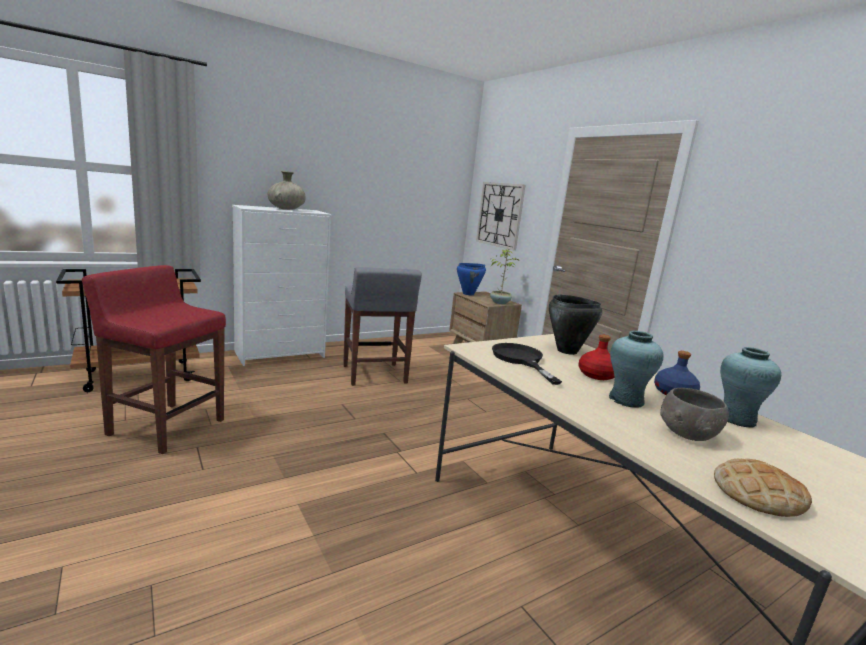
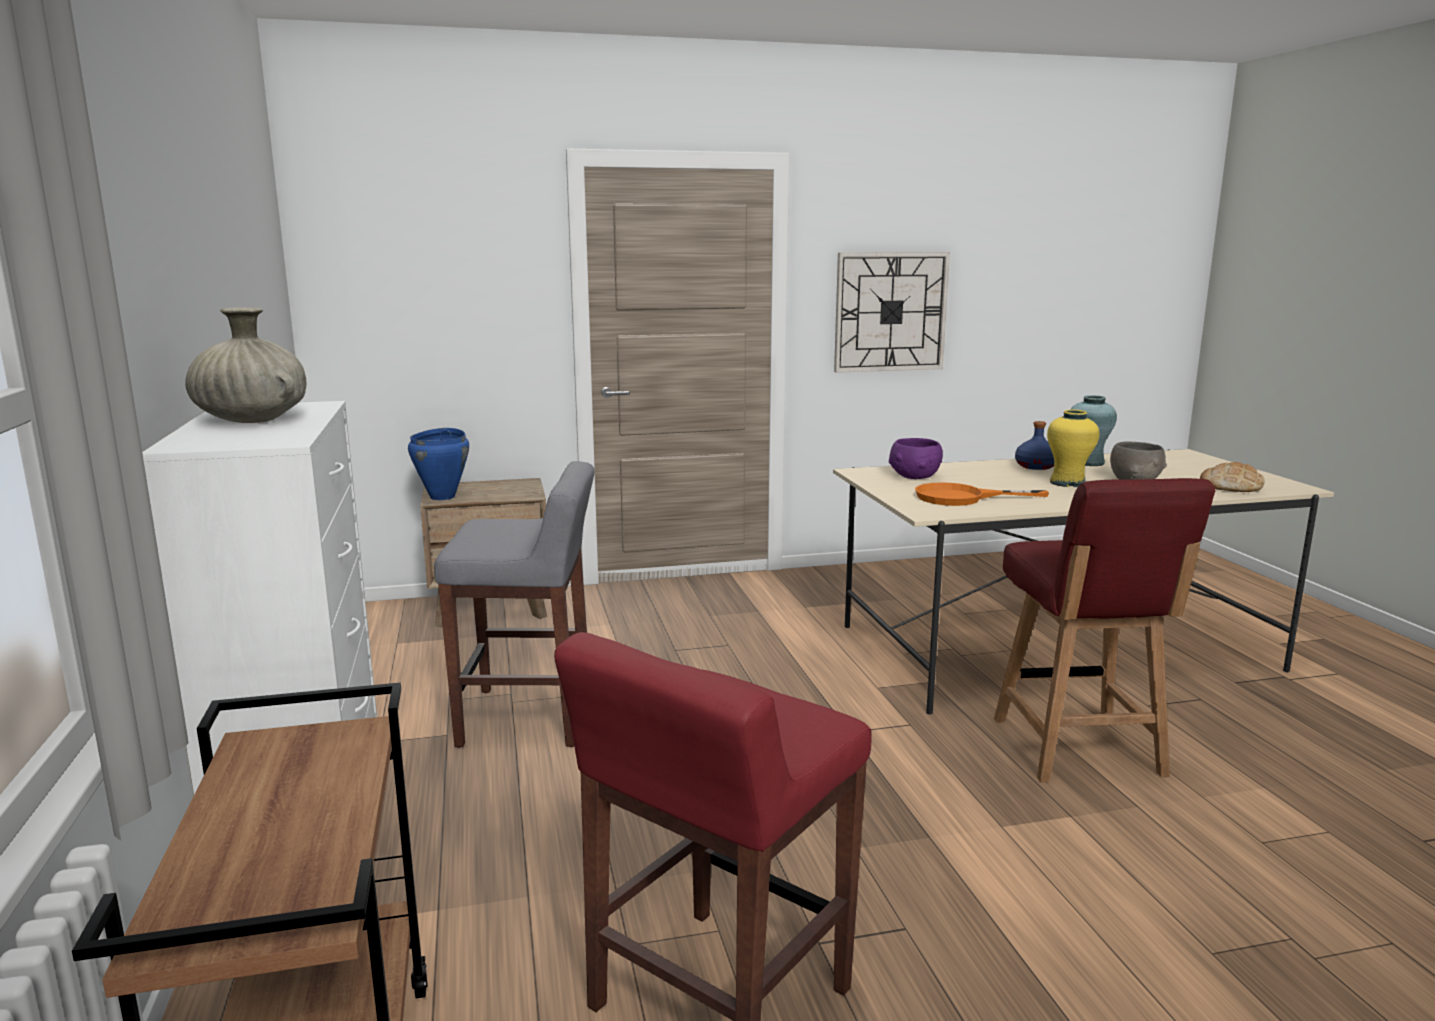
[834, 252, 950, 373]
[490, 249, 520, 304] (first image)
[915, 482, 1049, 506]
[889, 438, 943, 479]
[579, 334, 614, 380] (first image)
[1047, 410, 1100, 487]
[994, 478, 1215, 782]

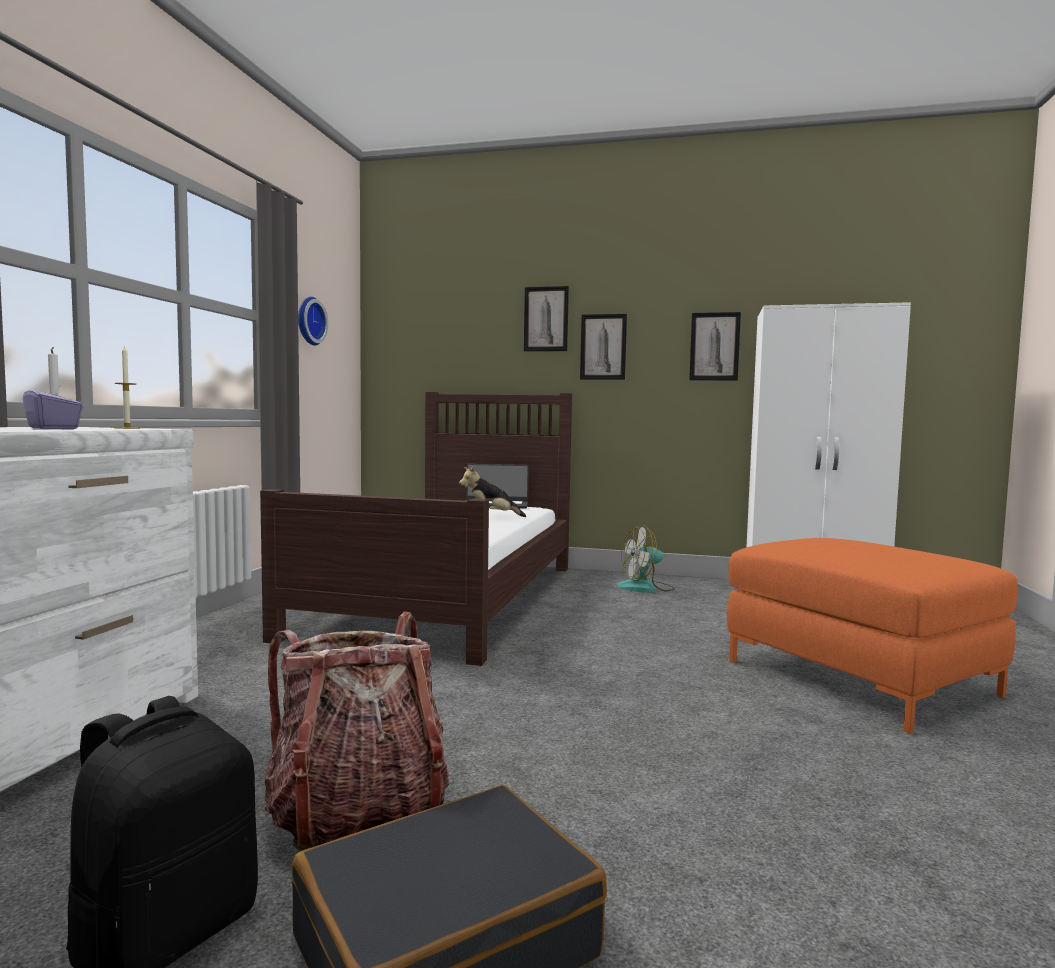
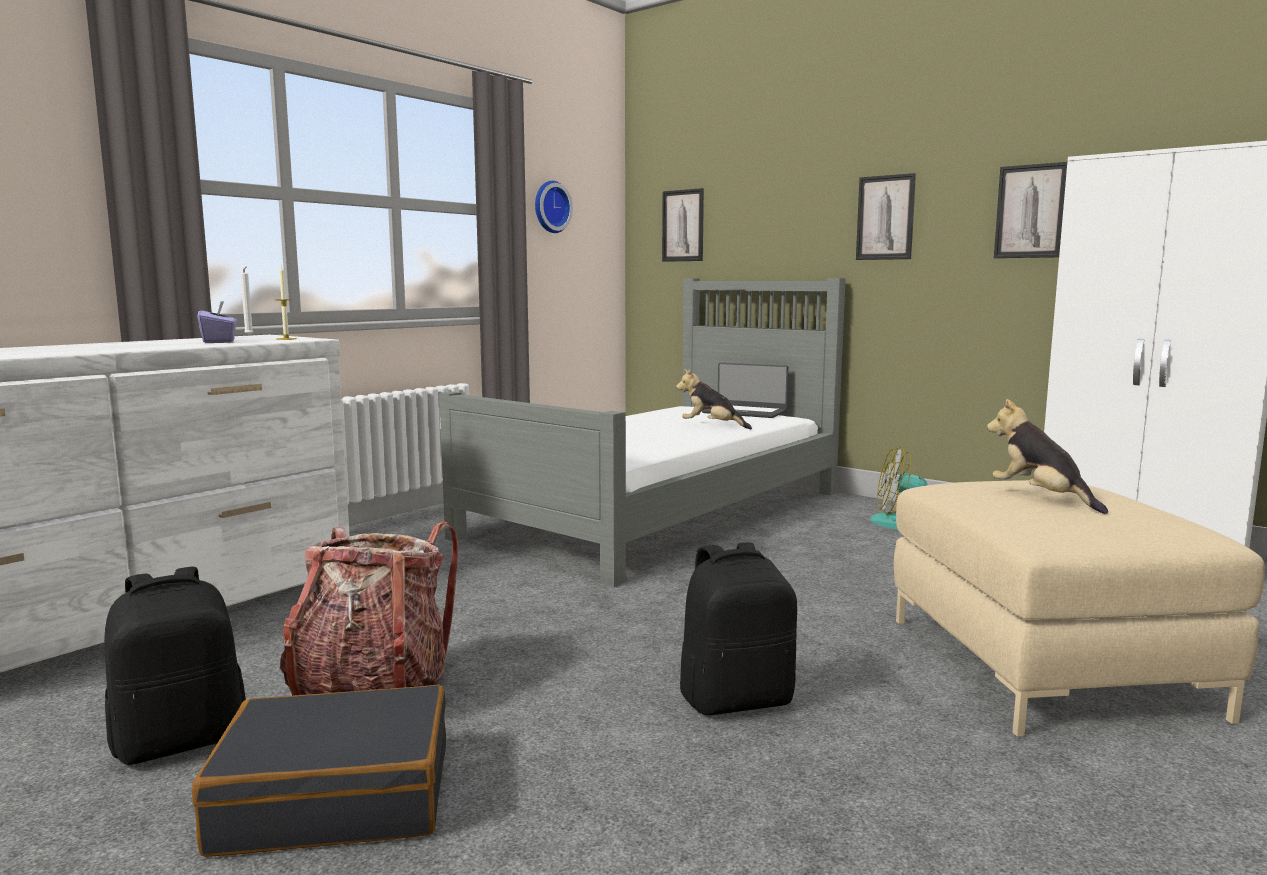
[439, 278, 846, 587]
[662, 188, 704, 262]
[894, 480, 1265, 737]
[680, 542, 797, 715]
[987, 399, 1108, 514]

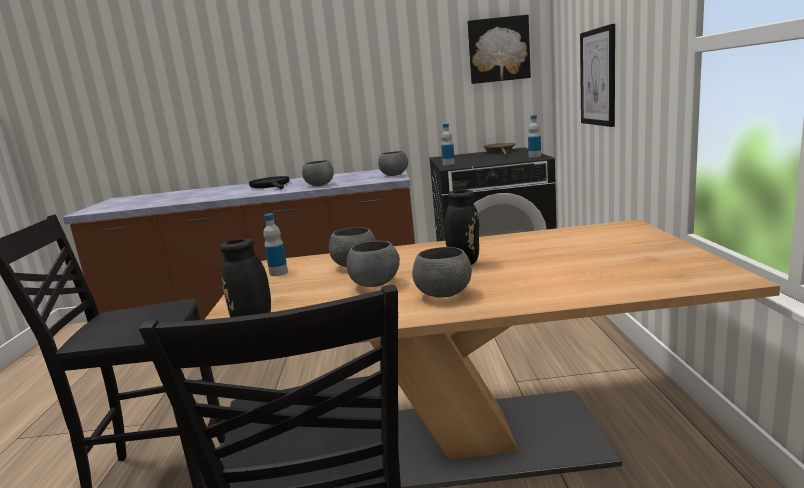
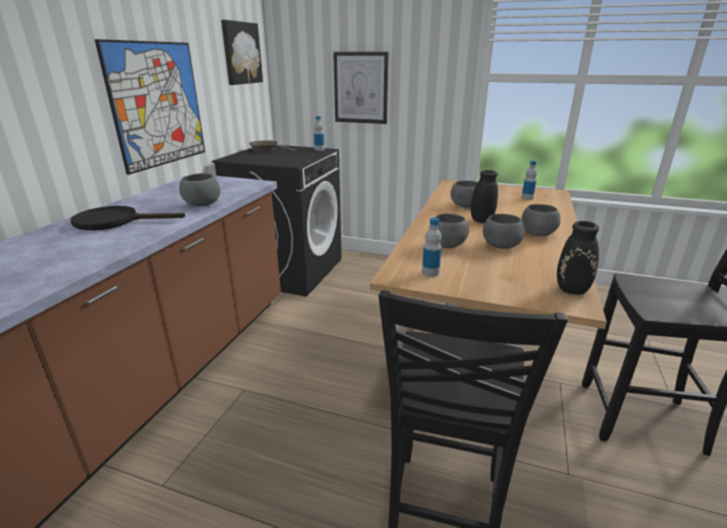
[451, 180, 478, 208]
[521, 160, 537, 200]
[95, 39, 205, 175]

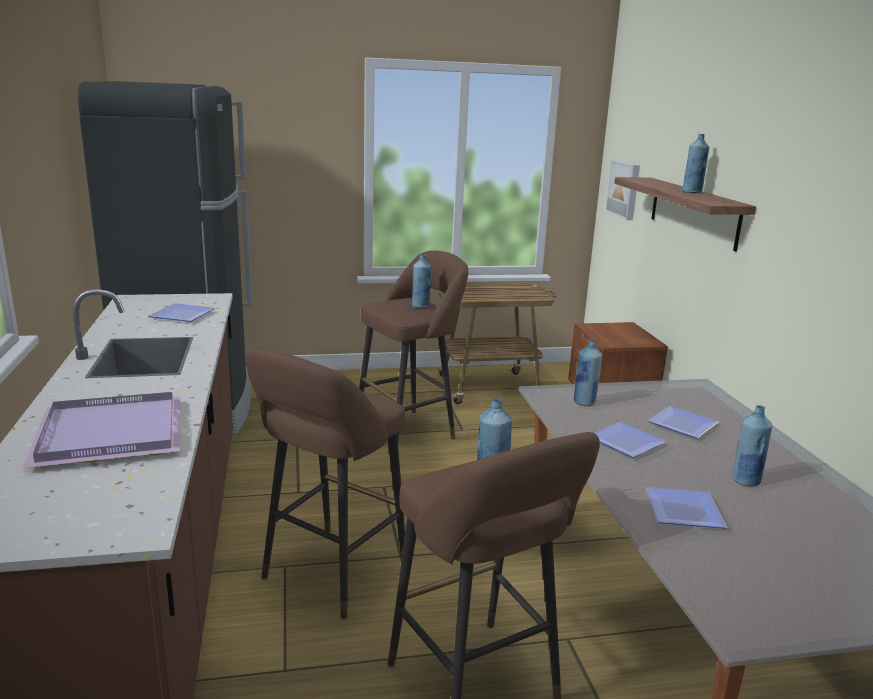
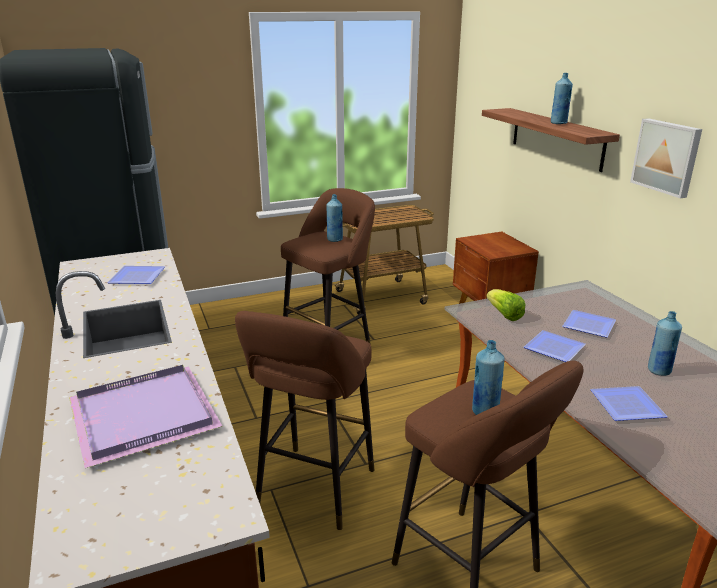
[486, 289, 525, 321]
[630, 118, 702, 198]

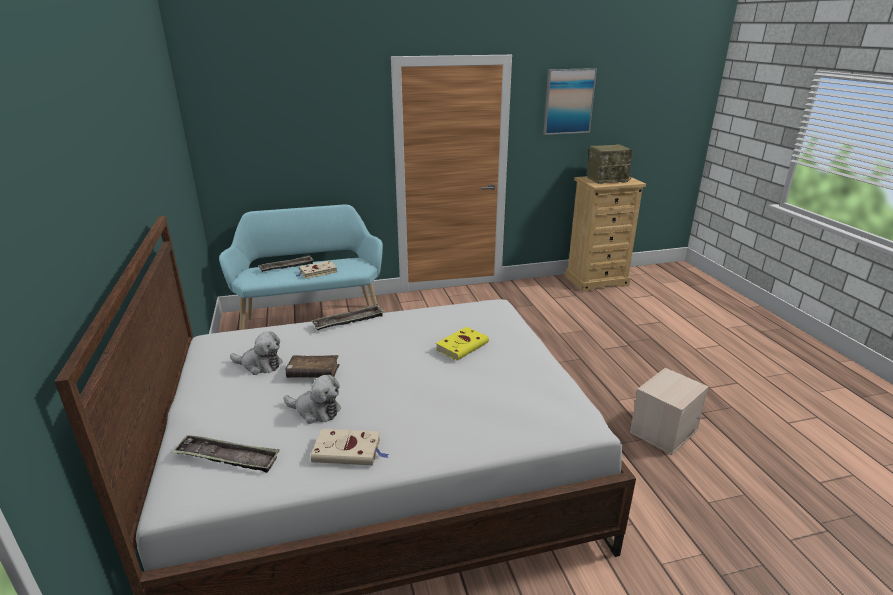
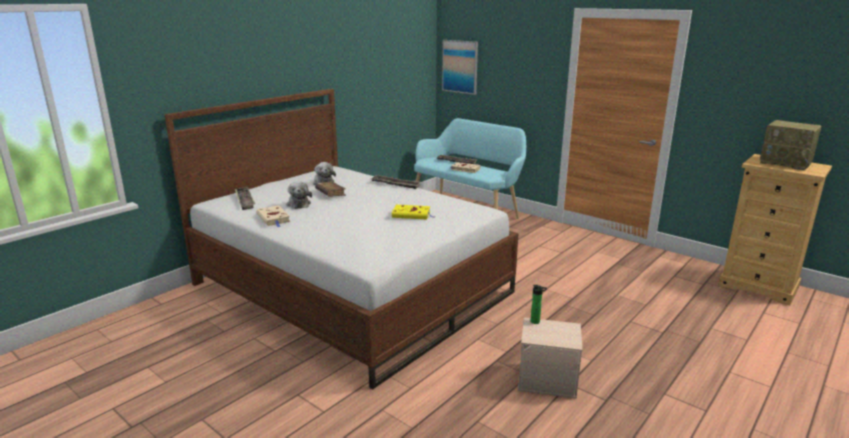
[442, 40, 478, 95]
[531, 285, 547, 324]

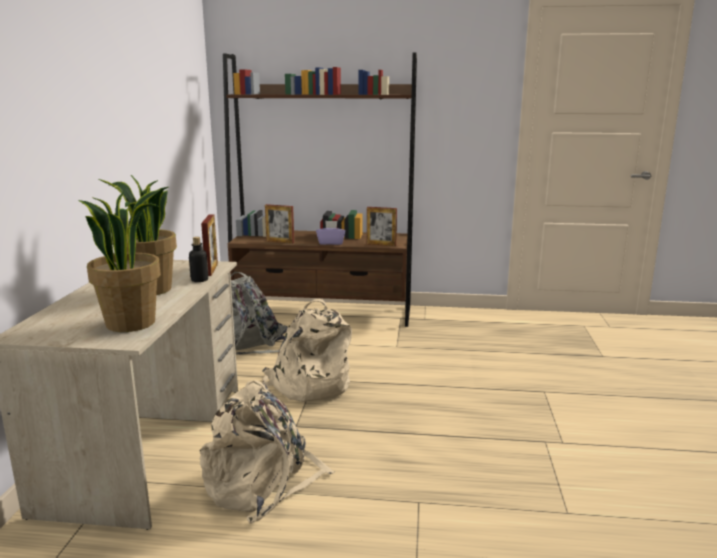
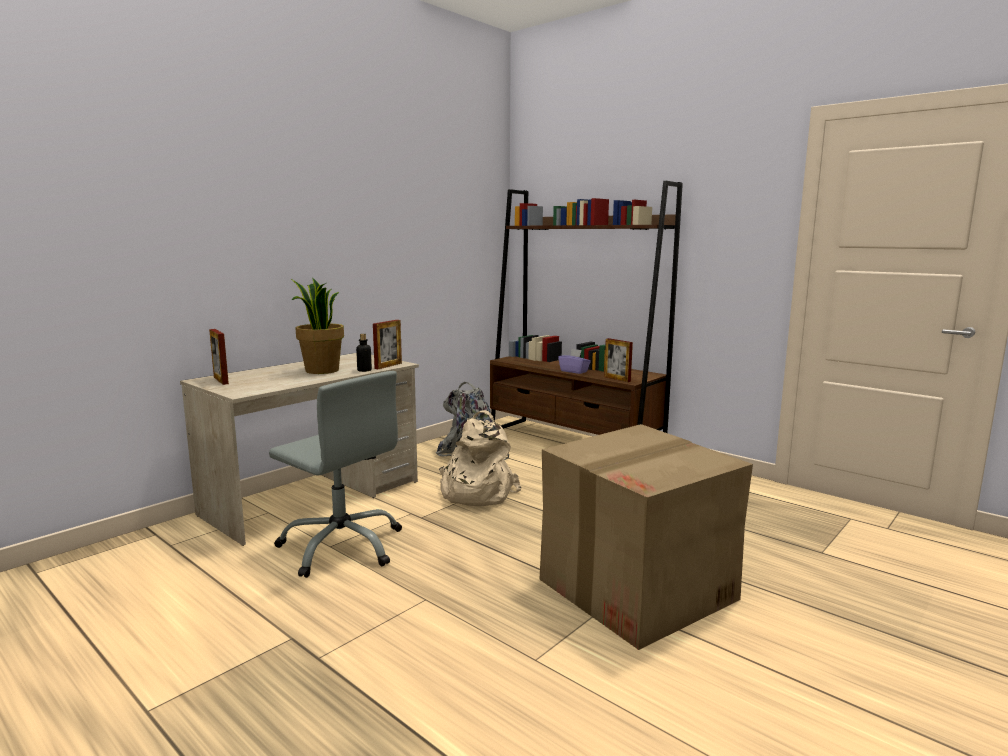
[78, 190, 161, 332] (first image)
[269, 371, 402, 578]
[209, 329, 229, 385]
[539, 424, 753, 650]

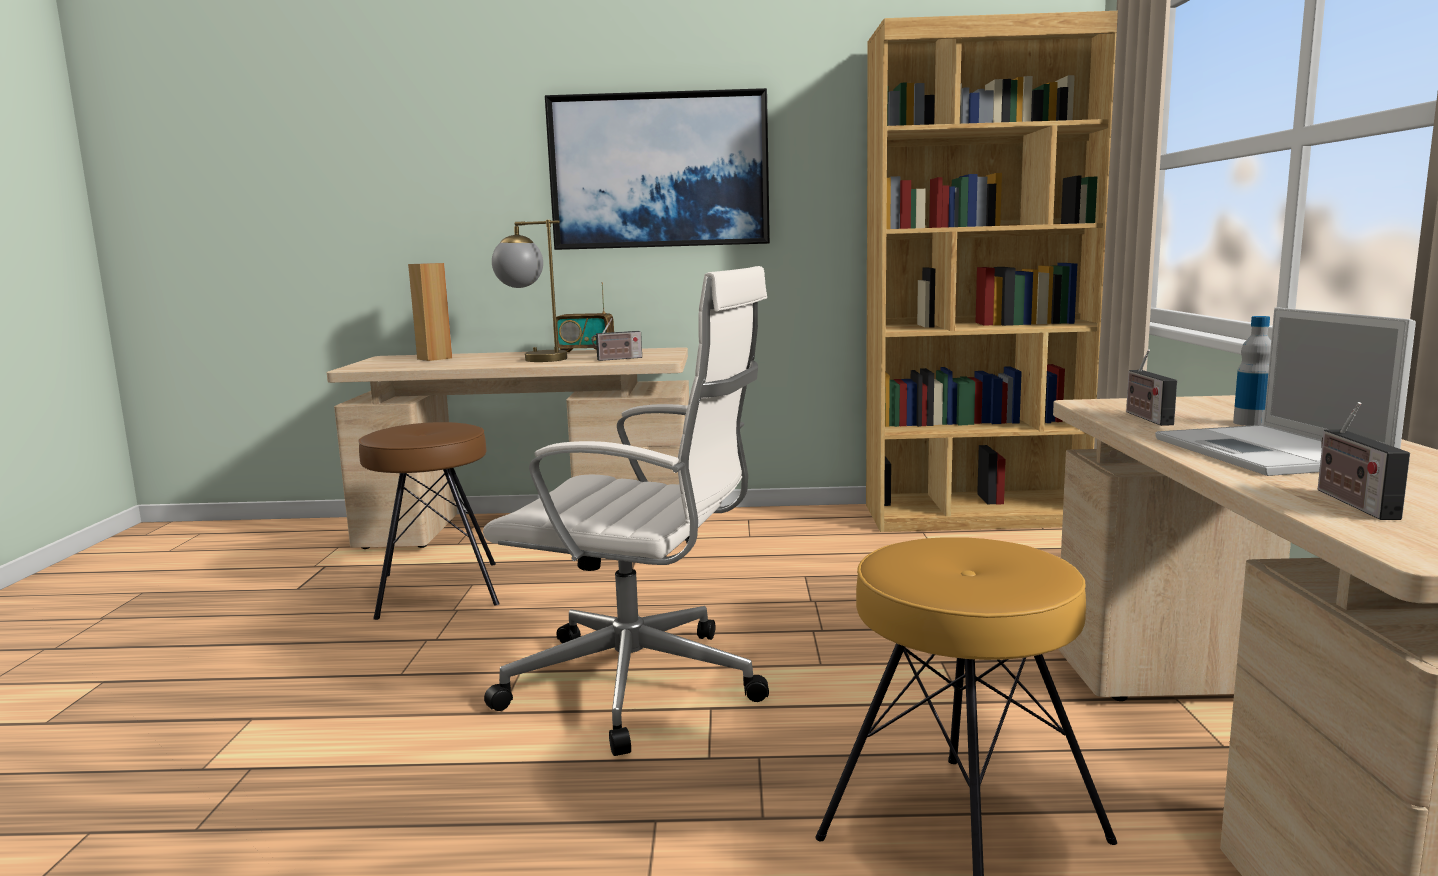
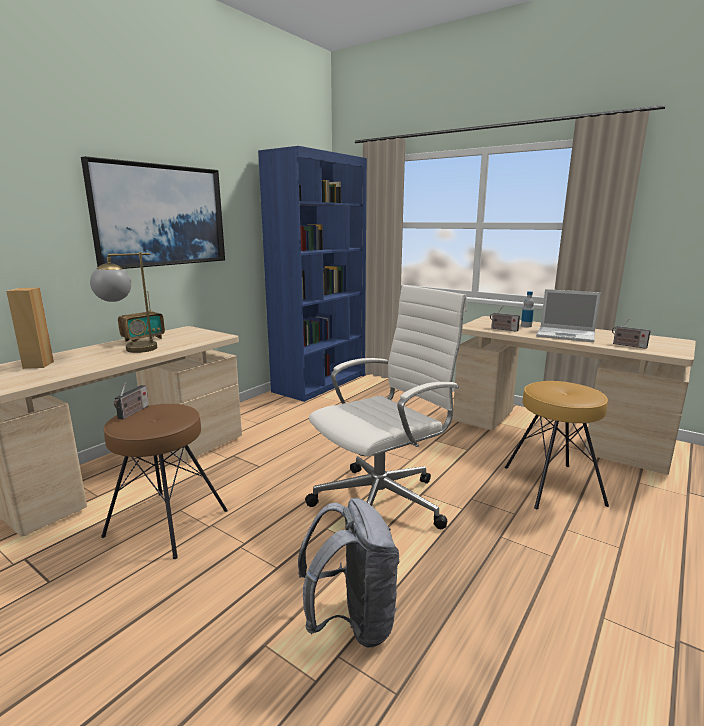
[114, 382, 149, 419]
[258, 146, 367, 402]
[298, 498, 400, 648]

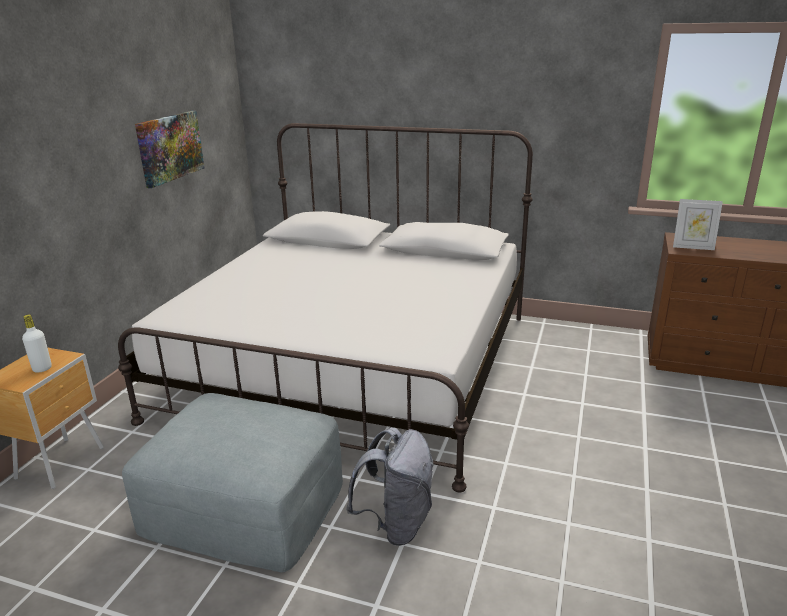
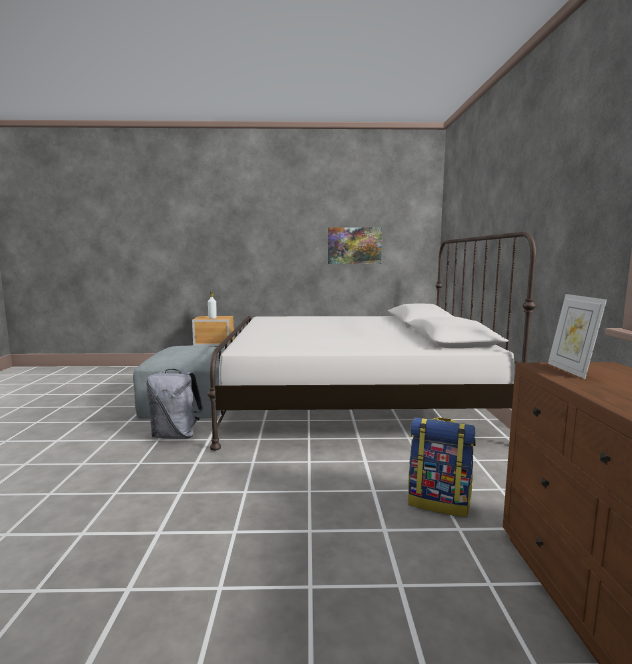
[408, 417, 476, 517]

